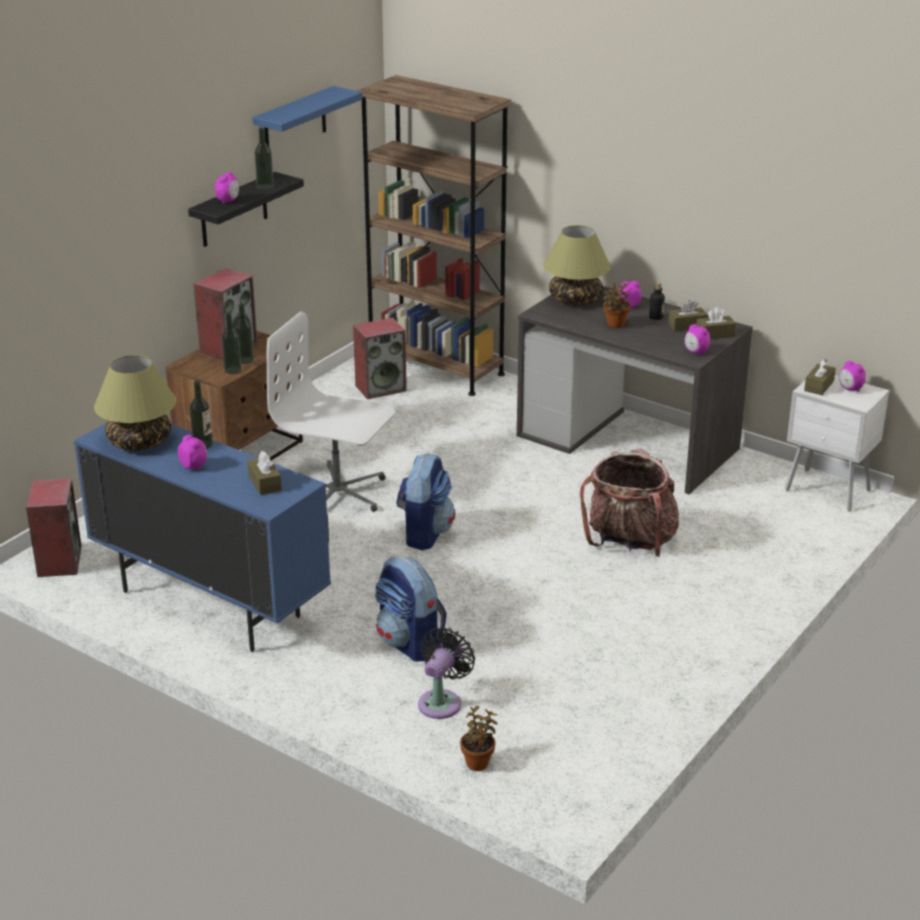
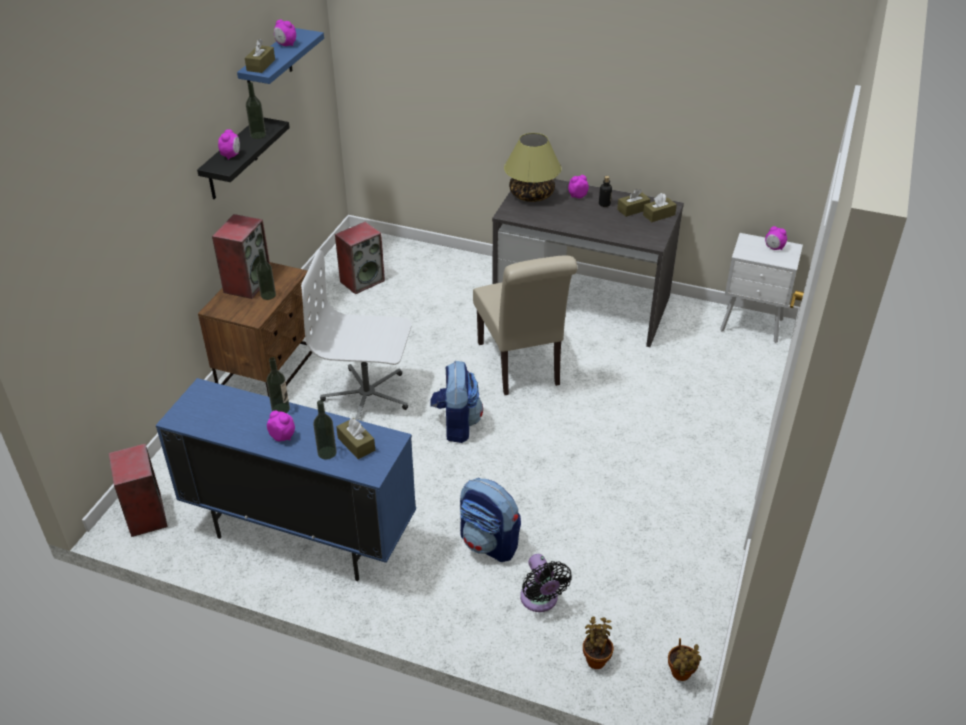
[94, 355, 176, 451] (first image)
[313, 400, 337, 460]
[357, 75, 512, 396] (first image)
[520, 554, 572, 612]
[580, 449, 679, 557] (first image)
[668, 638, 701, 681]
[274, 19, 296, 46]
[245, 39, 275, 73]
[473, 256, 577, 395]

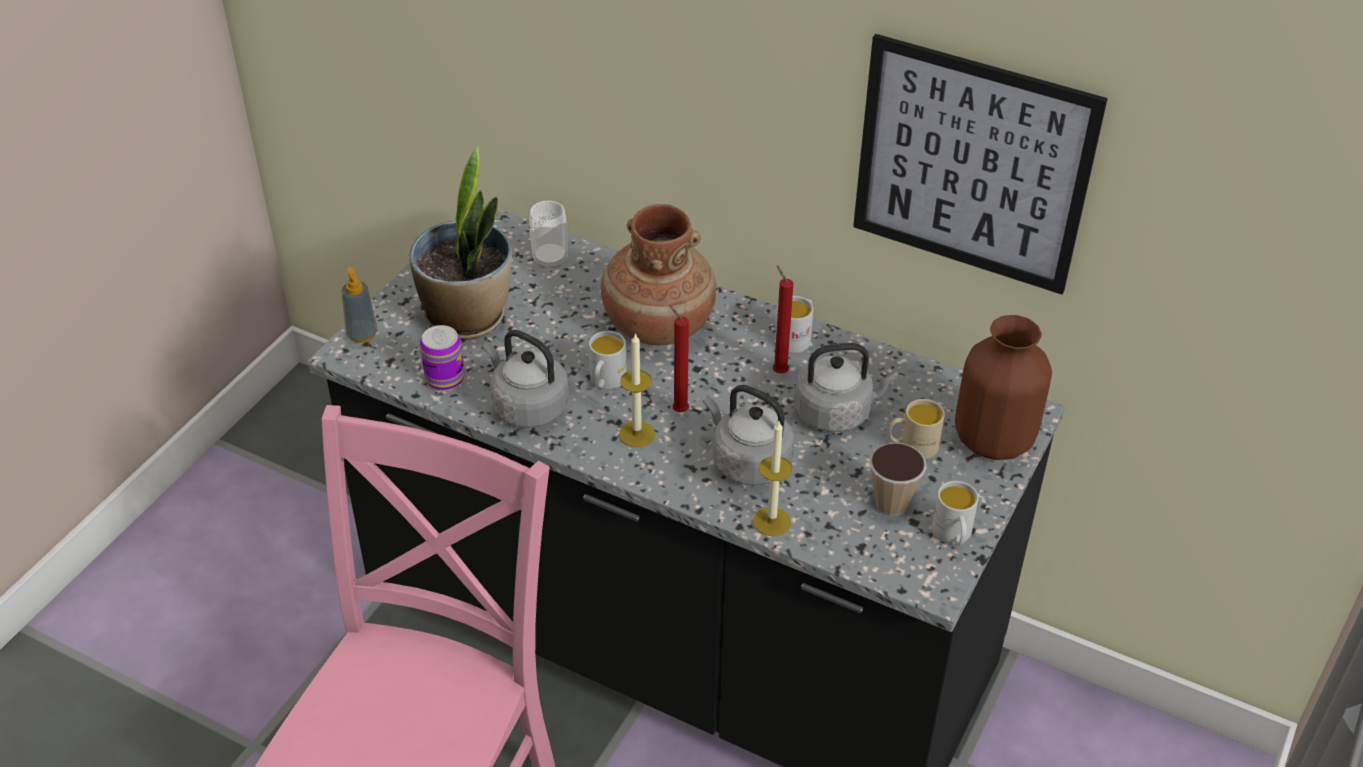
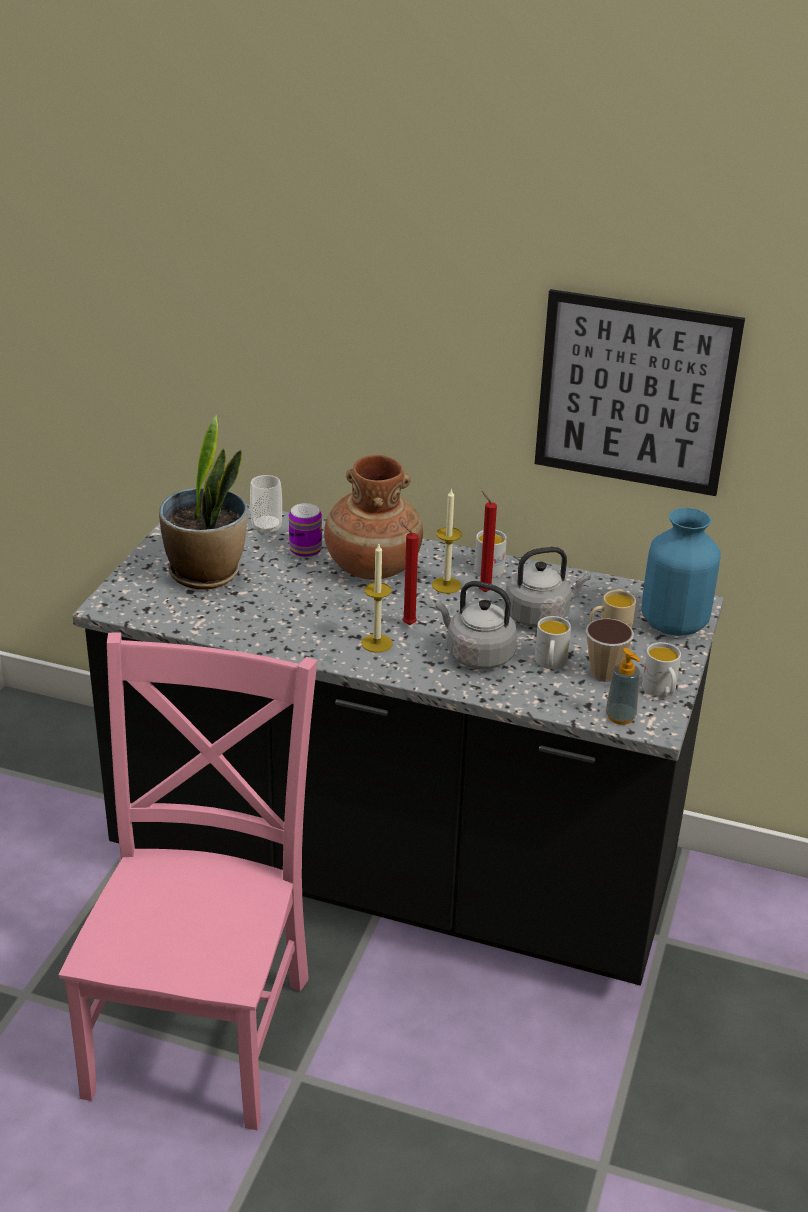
[606, 648, 640, 725]
[289, 503, 322, 558]
[484, 330, 569, 428] (first image)
[535, 616, 571, 669]
[432, 488, 462, 593]
[641, 507, 721, 636]

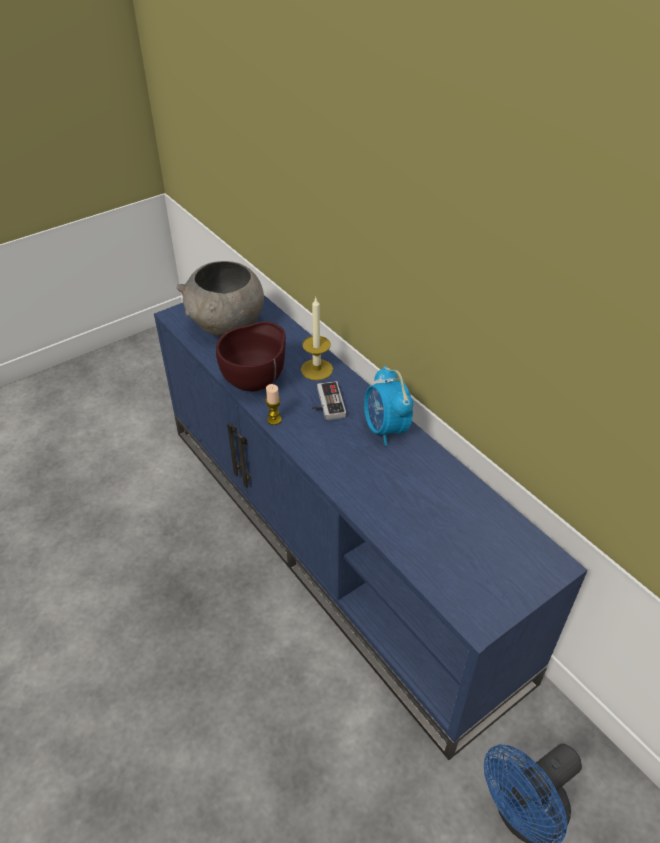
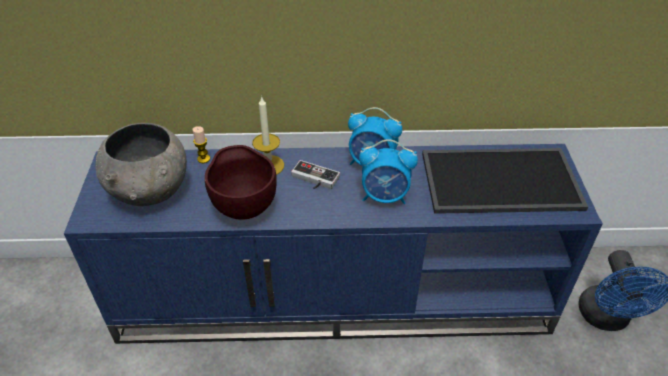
[192, 126, 210, 163]
[359, 139, 418, 204]
[422, 148, 588, 214]

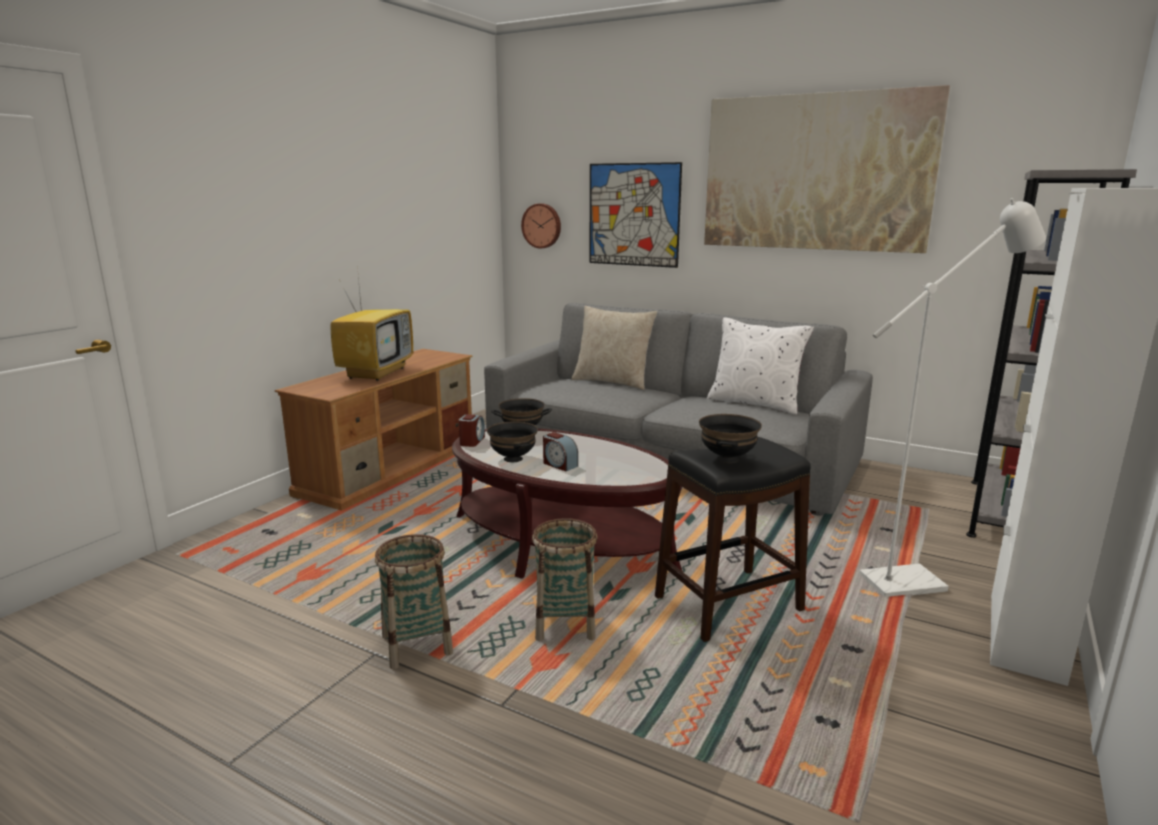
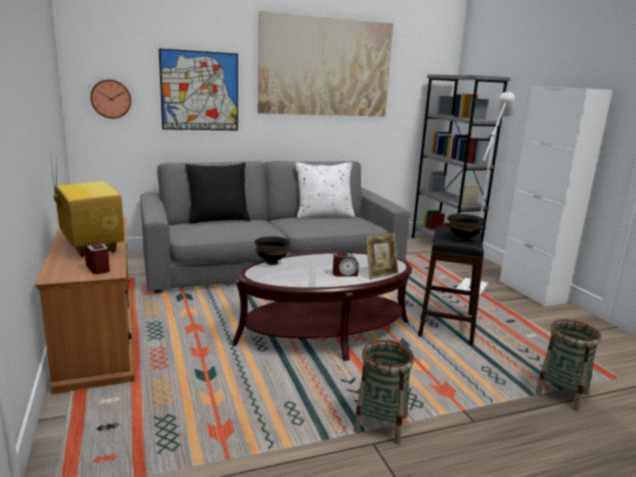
[85, 243, 110, 274]
[487, 421, 538, 462] (first image)
[535, 319, 601, 411]
[185, 163, 250, 224]
[366, 233, 399, 279]

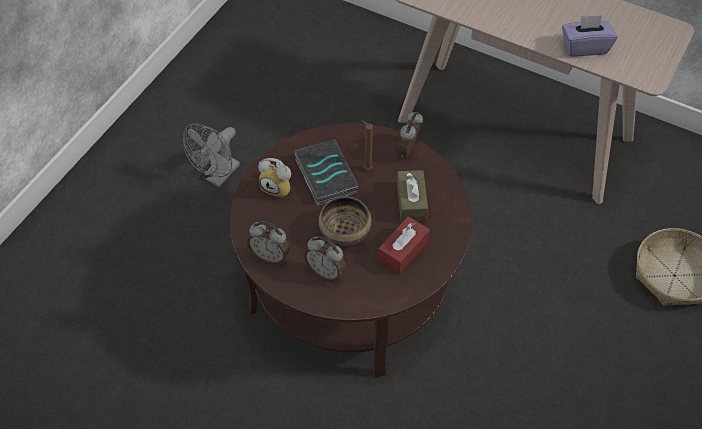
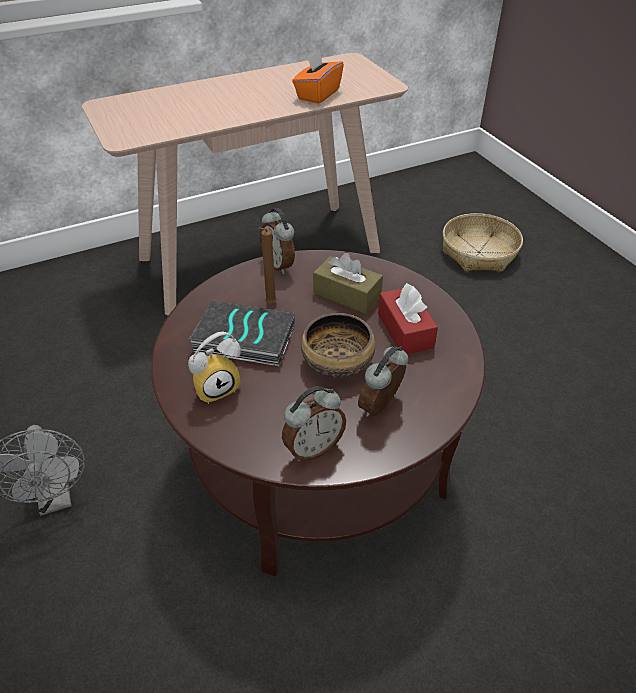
[358, 346, 408, 417]
[292, 49, 344, 104]

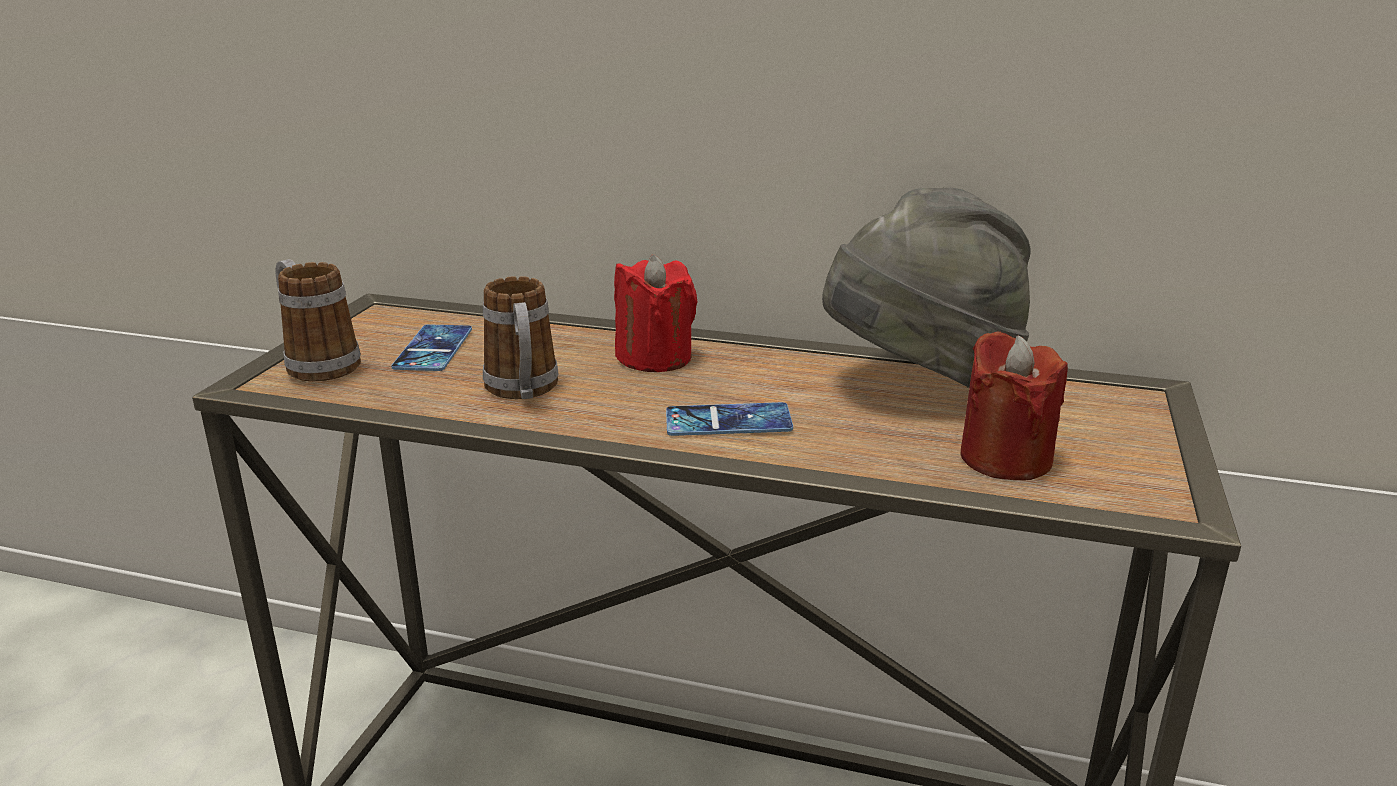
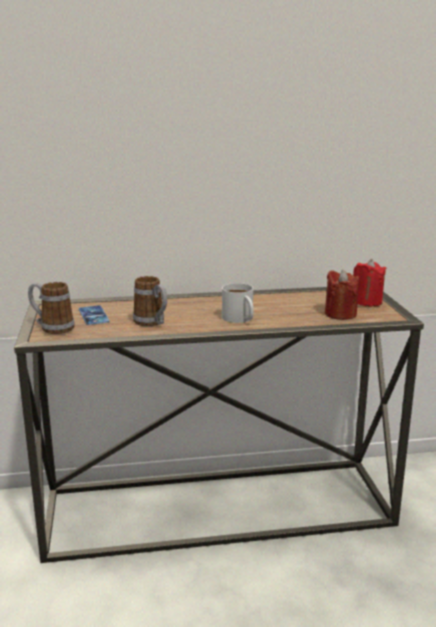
[353, 259, 386, 307]
[222, 283, 254, 323]
[822, 188, 1031, 388] (first image)

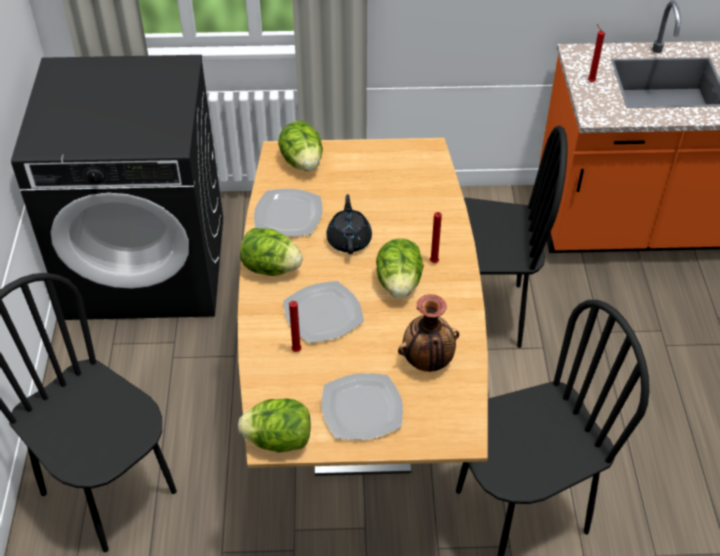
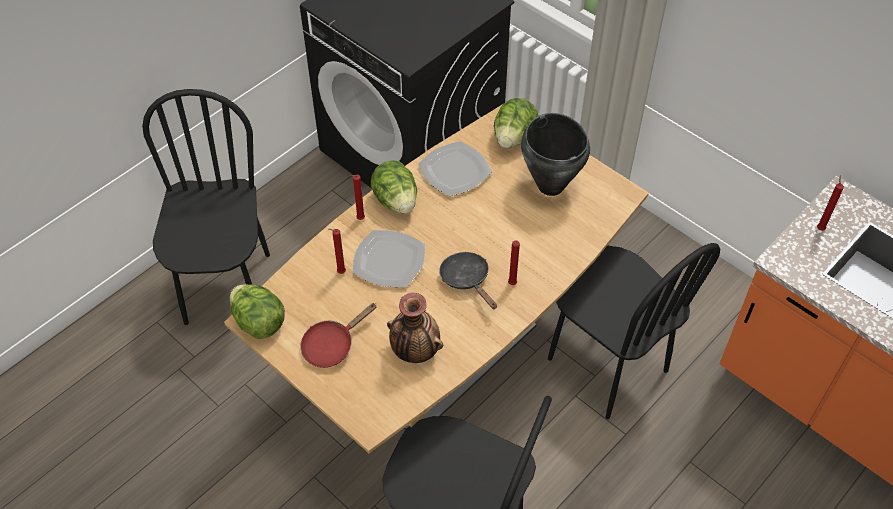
[300, 303, 377, 368]
[326, 194, 372, 254] (first image)
[439, 252, 497, 309]
[350, 175, 365, 220]
[521, 113, 590, 196]

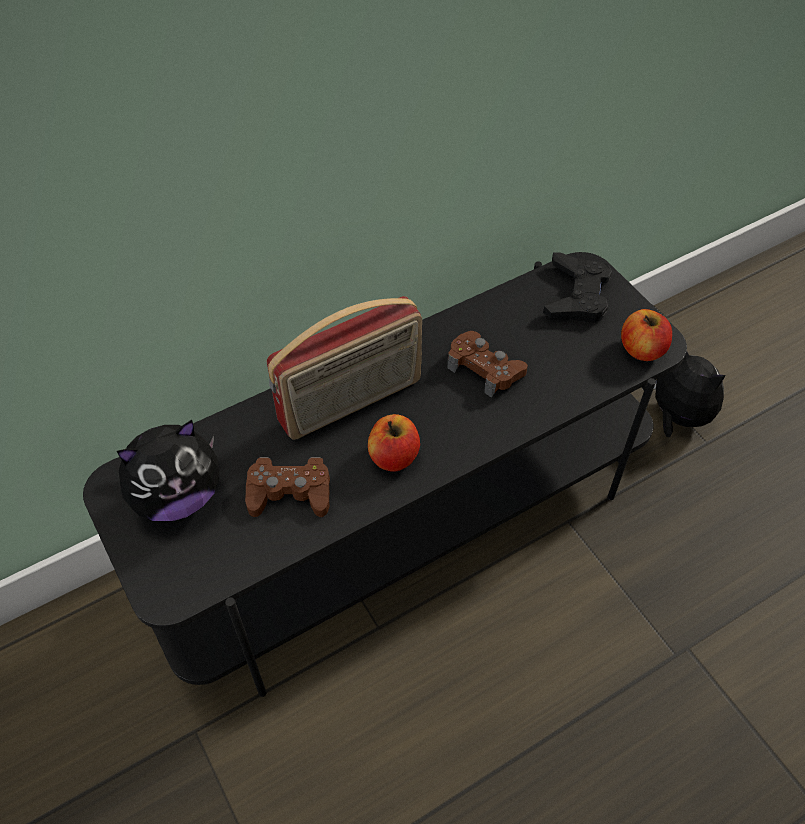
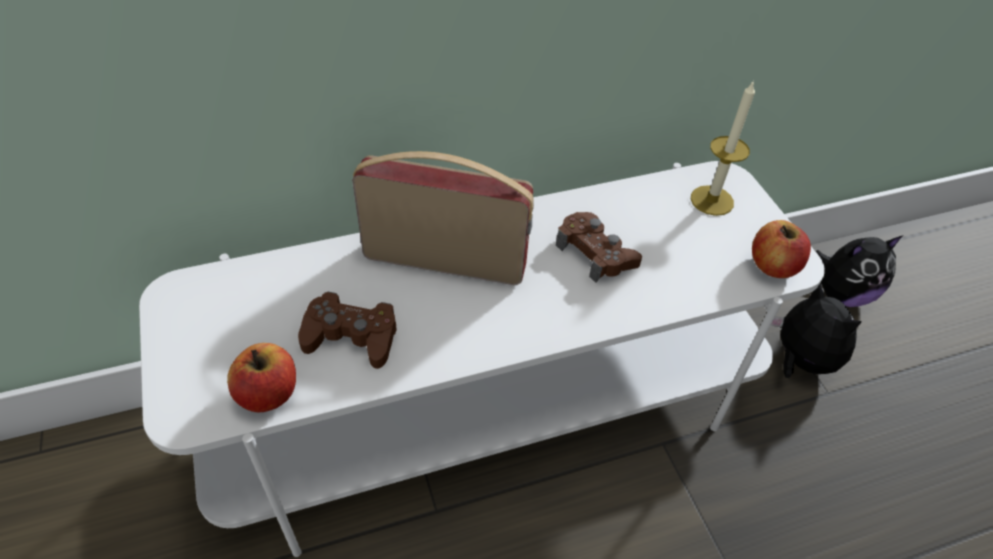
[139, 161, 825, 557]
[815, 235, 904, 307]
[352, 151, 534, 285]
[227, 343, 296, 412]
[691, 80, 755, 216]

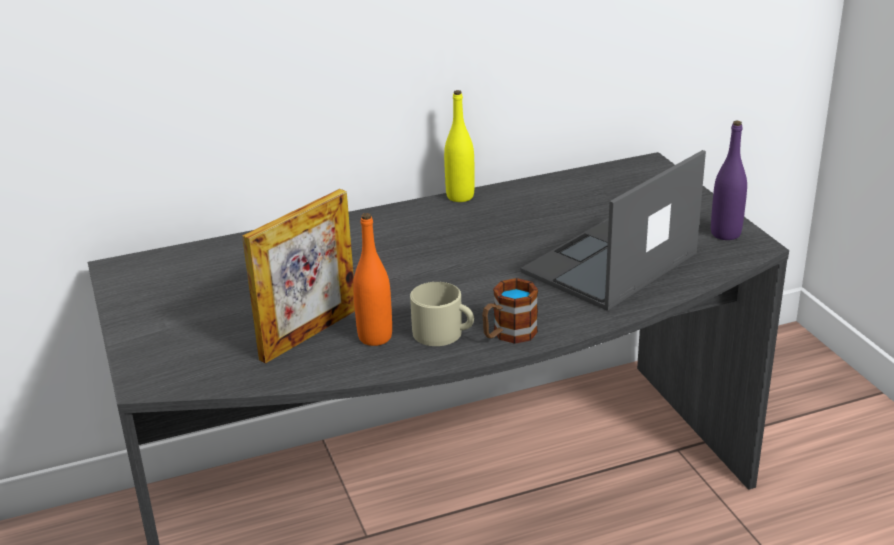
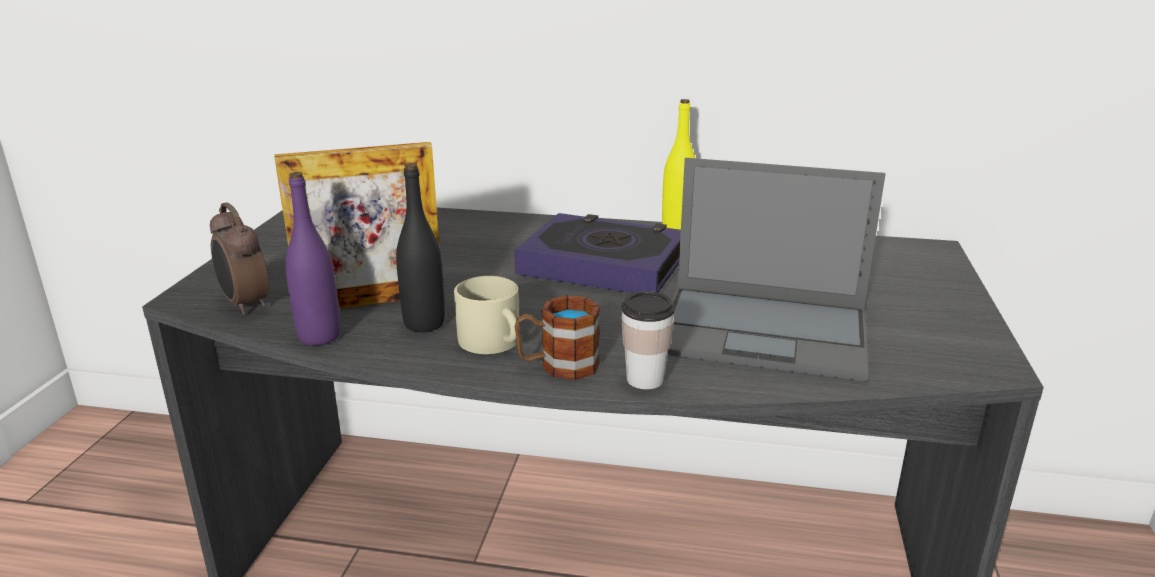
[396, 163, 445, 332]
[668, 158, 885, 382]
[286, 172, 341, 345]
[210, 203, 268, 315]
[515, 213, 681, 293]
[621, 291, 674, 389]

